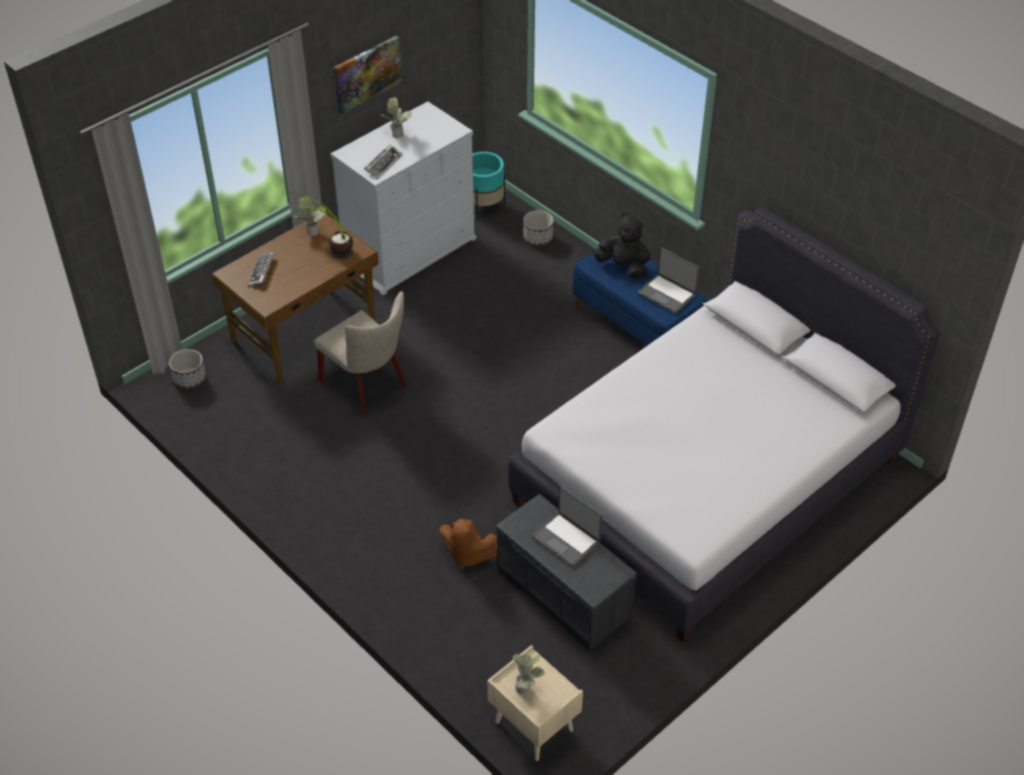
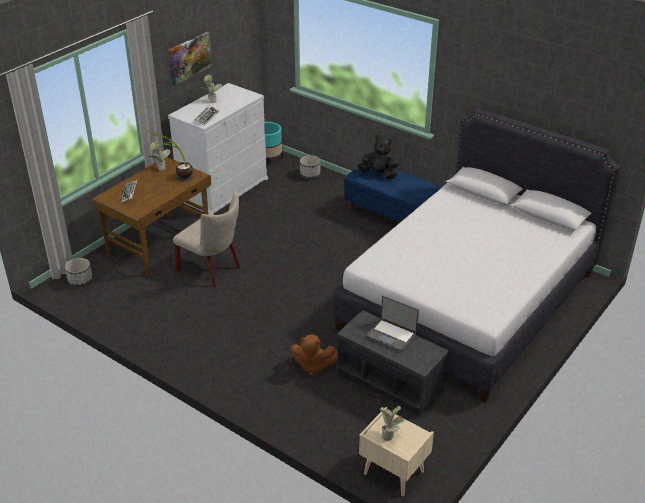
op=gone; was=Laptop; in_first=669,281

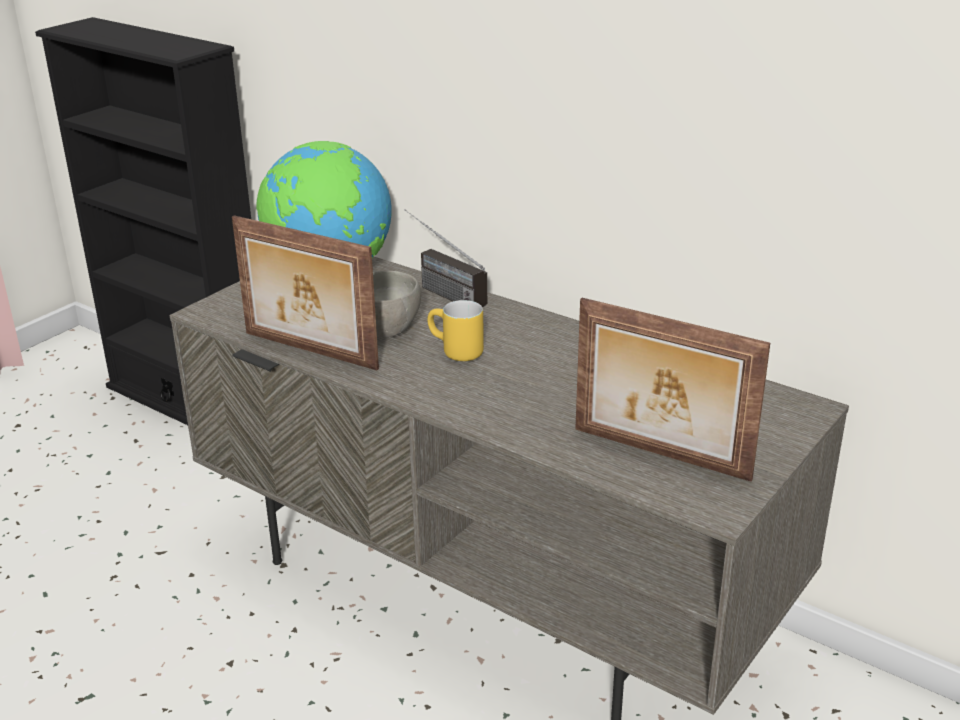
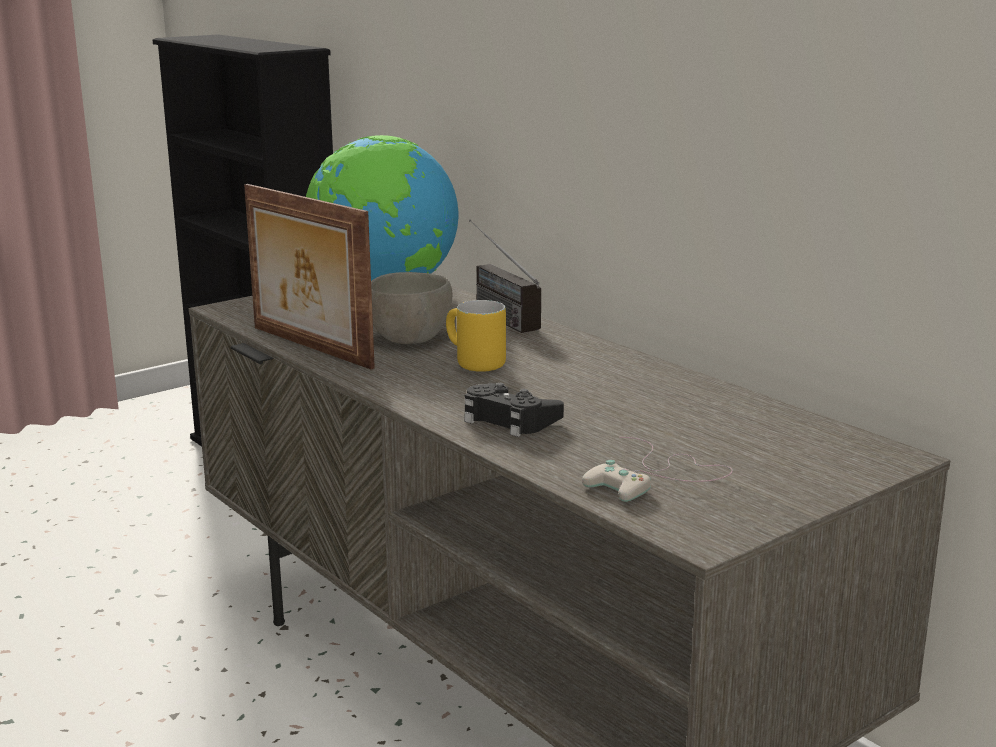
op=swapped; was=Bilderrahmen; now=Gamepad [weiß]; in_first=672,389; in_second=657,469
op=new; now=Gamepad [schwarz]; in_second=514,410

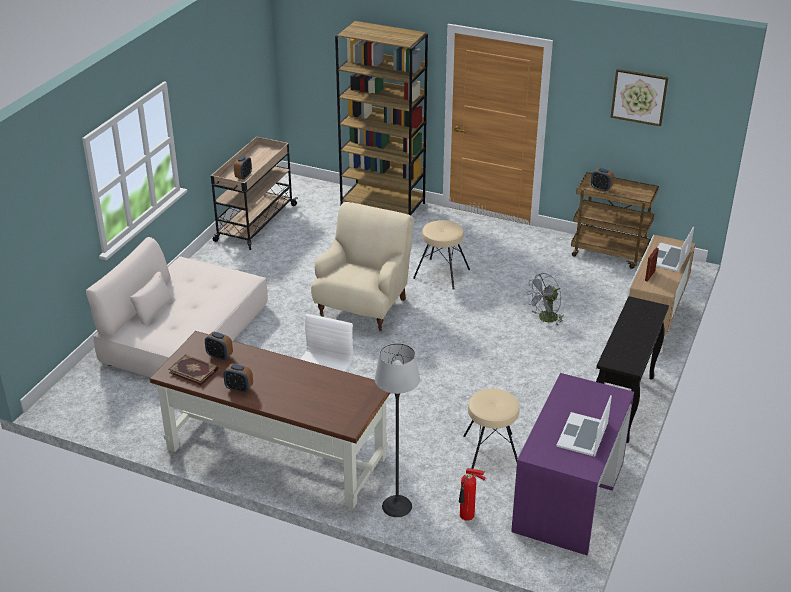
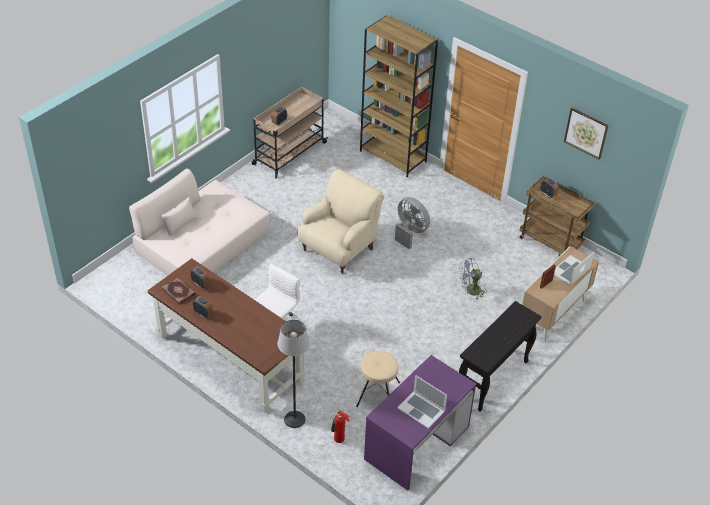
op=swapped; was=Hocker [beige]; now=Ventilator [grau]; in_first=441,255; in_second=412,223
op=rotated; was=Laptop; in_first=584,426; in_second=422,402; clockwise=-90

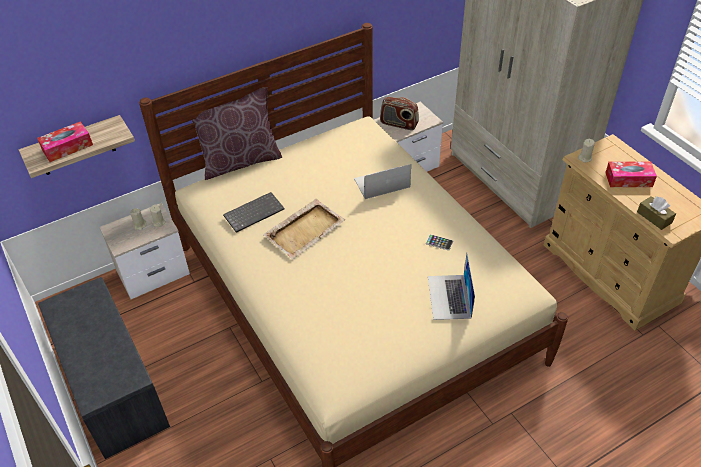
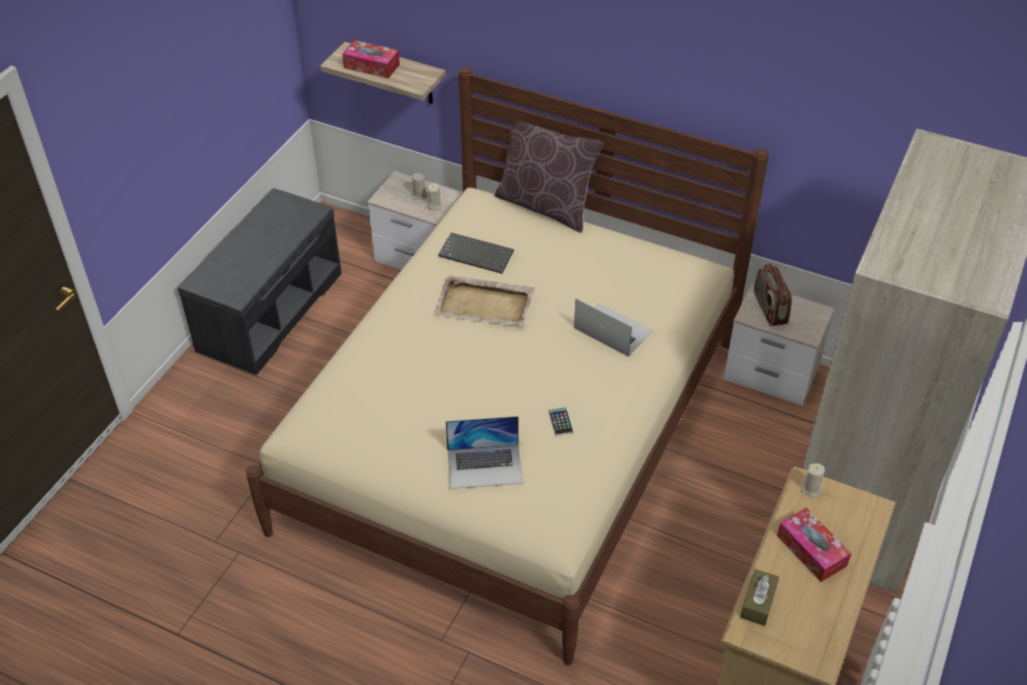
op=rotated; was=Laptop; in_first=451,287; in_second=484,452; clockwise=-150

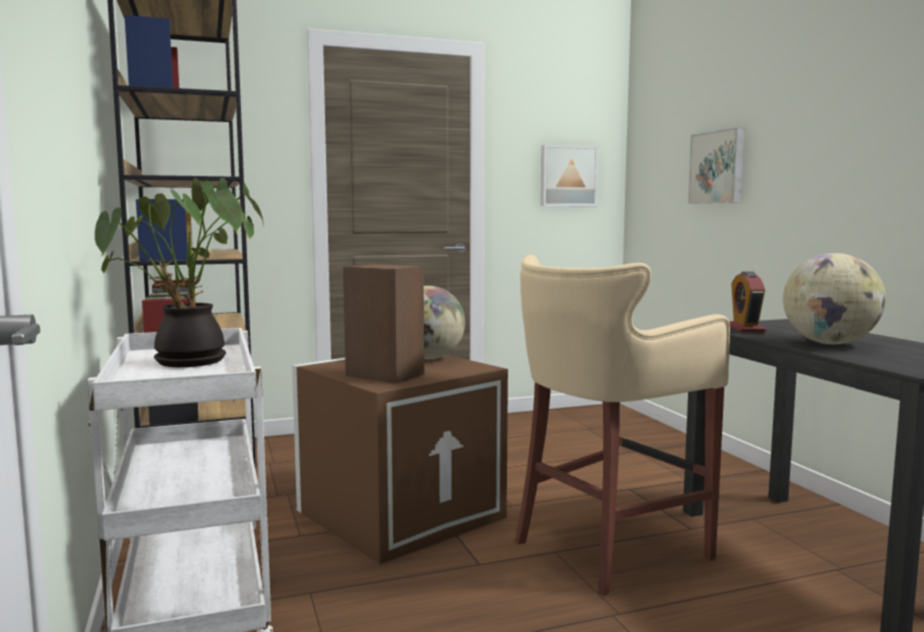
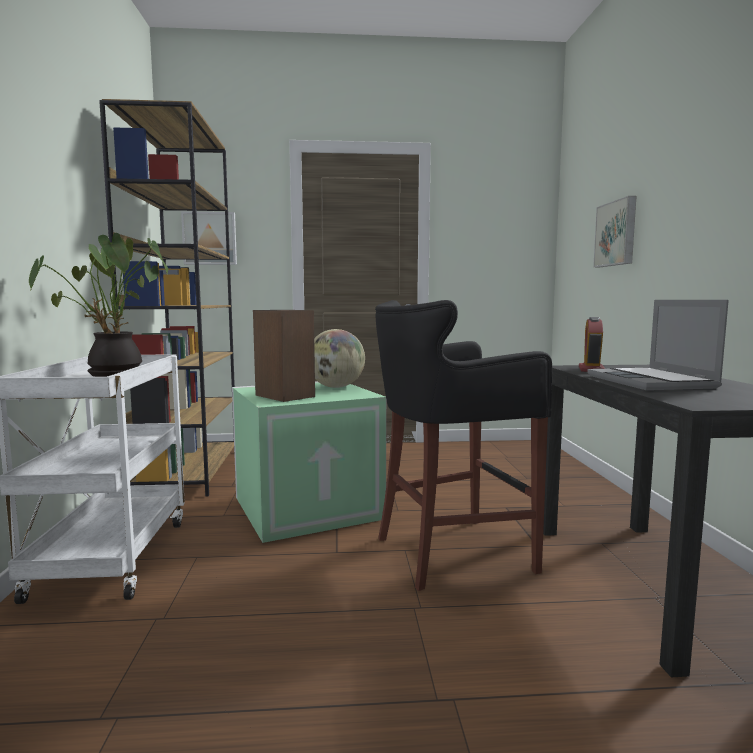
op=shifted; was=Bild; in_first=569,175; in_second=209,238
op=swapped; was=Globus; now=Laptop; in_first=834,299; in_second=658,345
op=repainted; was=Hocker [beige]; now=Hocker [schwarz]; in_first=622,425; in_second=463,445
op=repainted; was=Aufbewahrungsbox [braun]; now=Aufbewahrungsbox [grün]; in_first=400,459; in_second=309,462

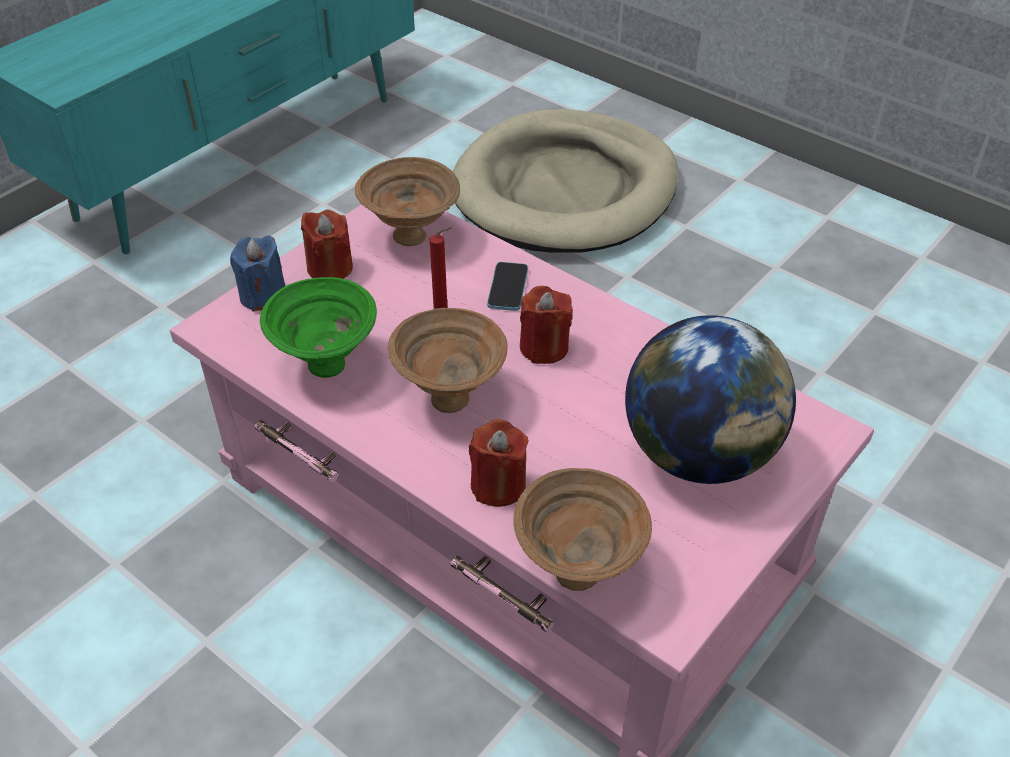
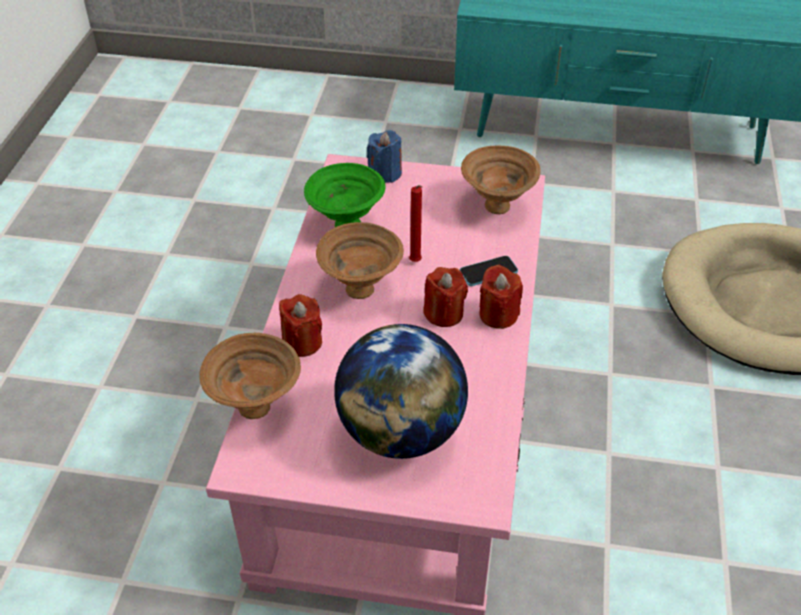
op=shifted; was=Kerze [rot]; in_first=327,244; in_second=501,297

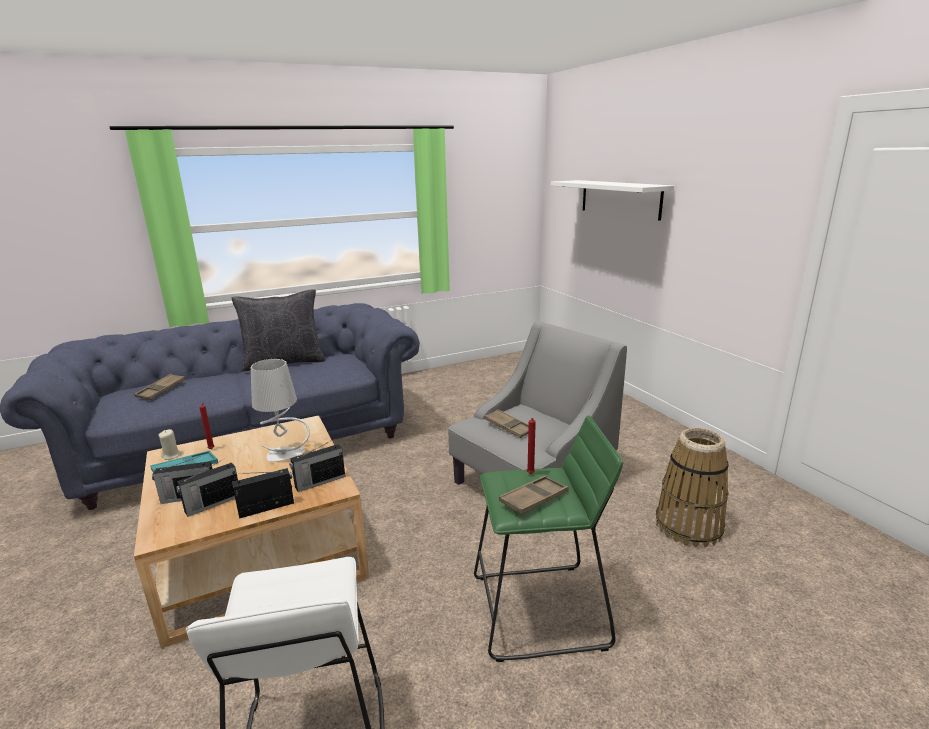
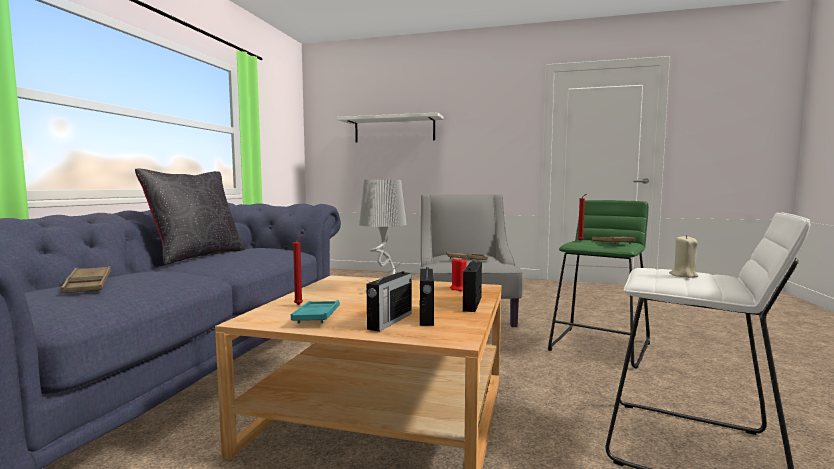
op=gone; was=Korb; in_first=692,488
op=shifted; was=Kerze [beige]; in_first=170,444; in_second=683,256
op=swapped; was=Radio; now=Kerze [rot]; in_first=317,466; in_second=458,274

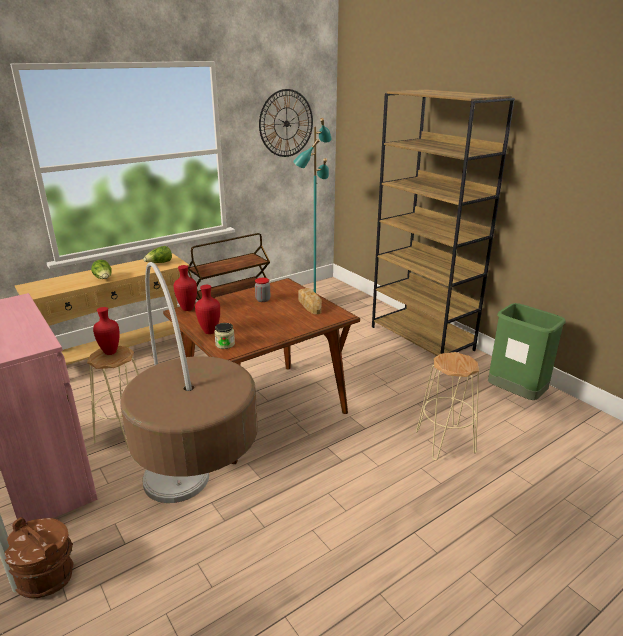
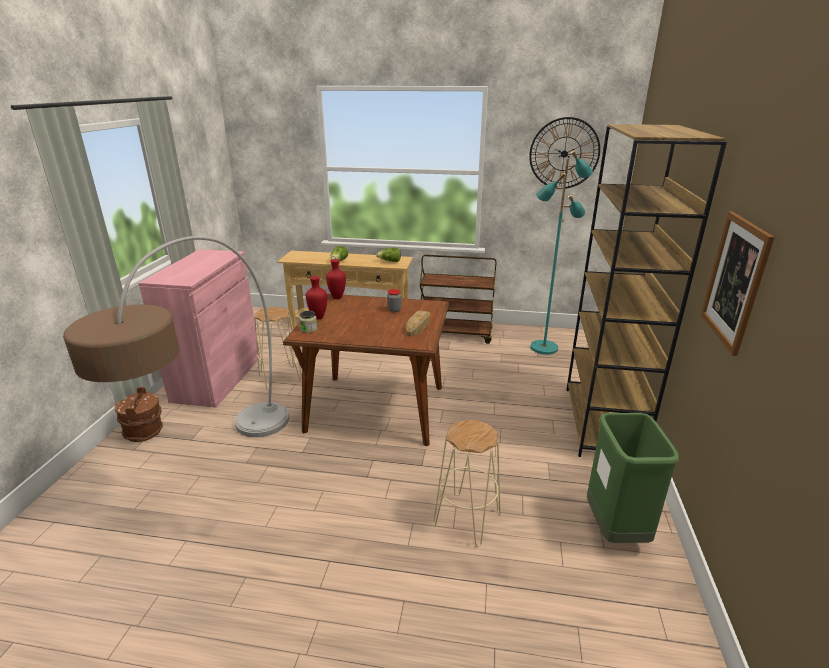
op=gone; was=Vase [rot]; in_first=106,331
op=new; now=Bild; in_second=738,284

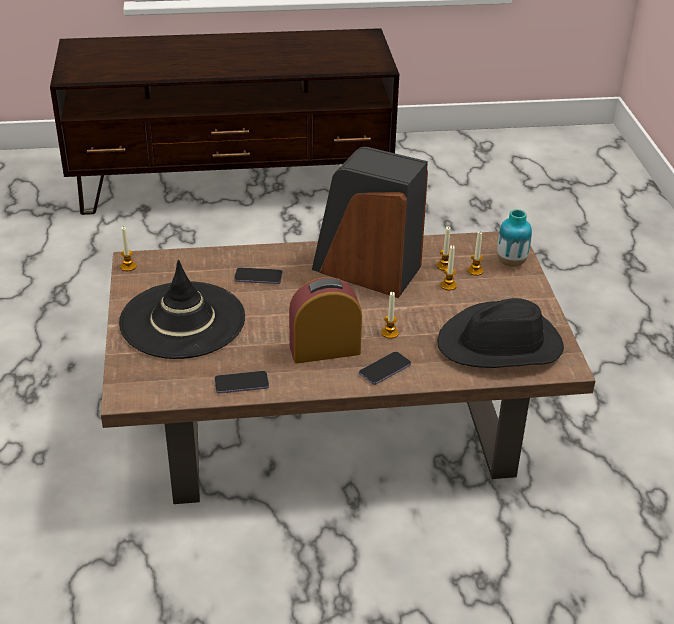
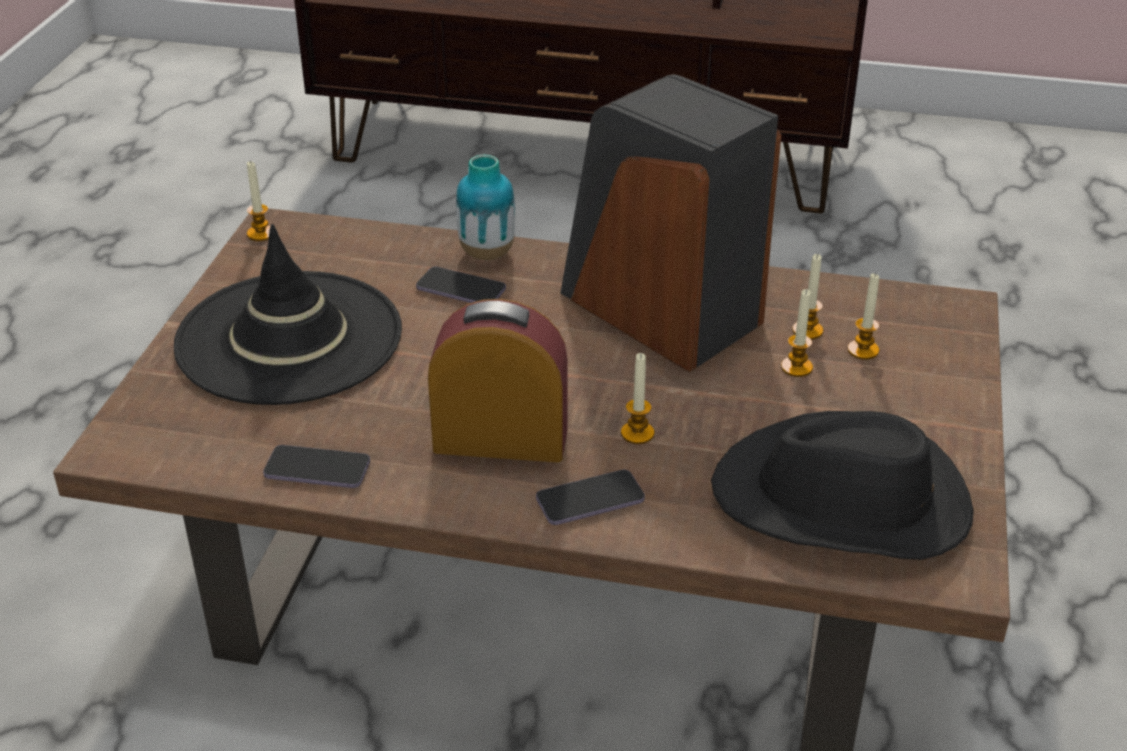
op=shifted; was=Vase; in_first=514,238; in_second=485,207

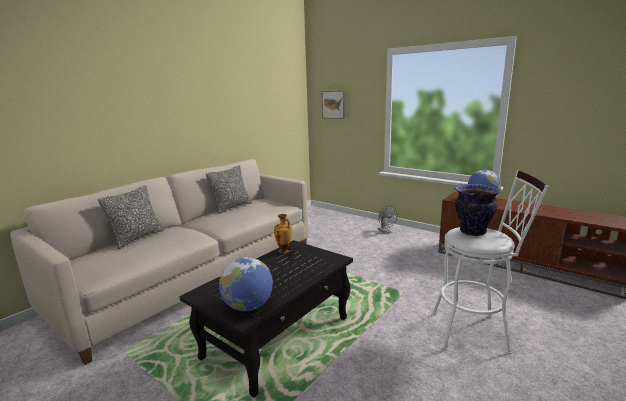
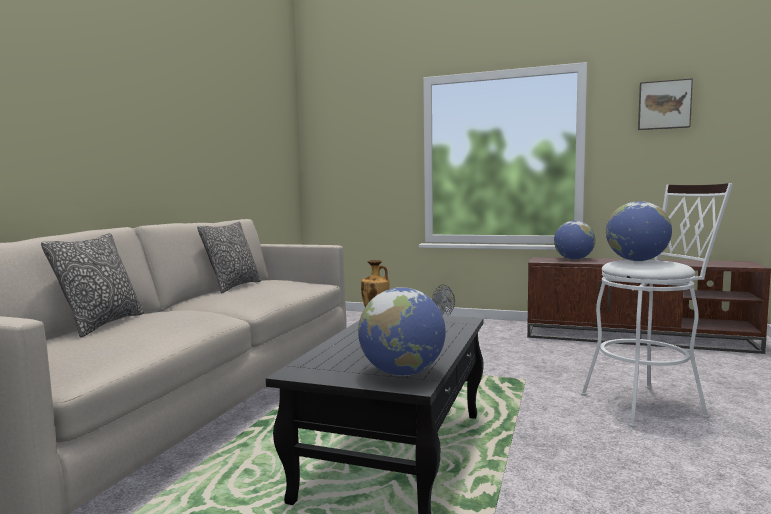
op=shifted; was=Bild; in_first=334,105; in_second=665,104
op=swapped; was=Vase; now=Globus; in_first=477,210; in_second=639,231

